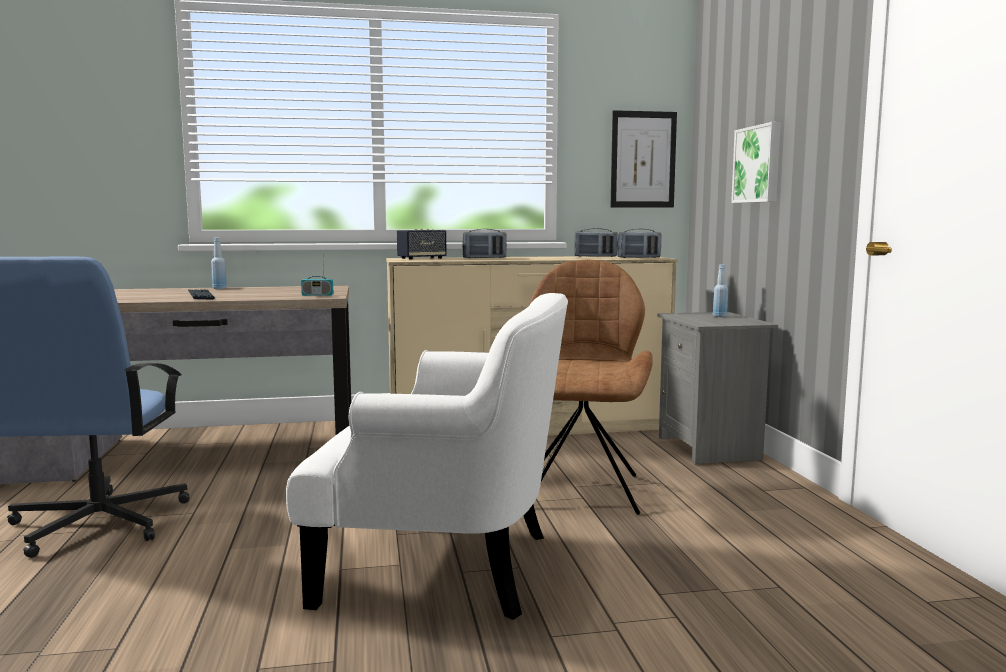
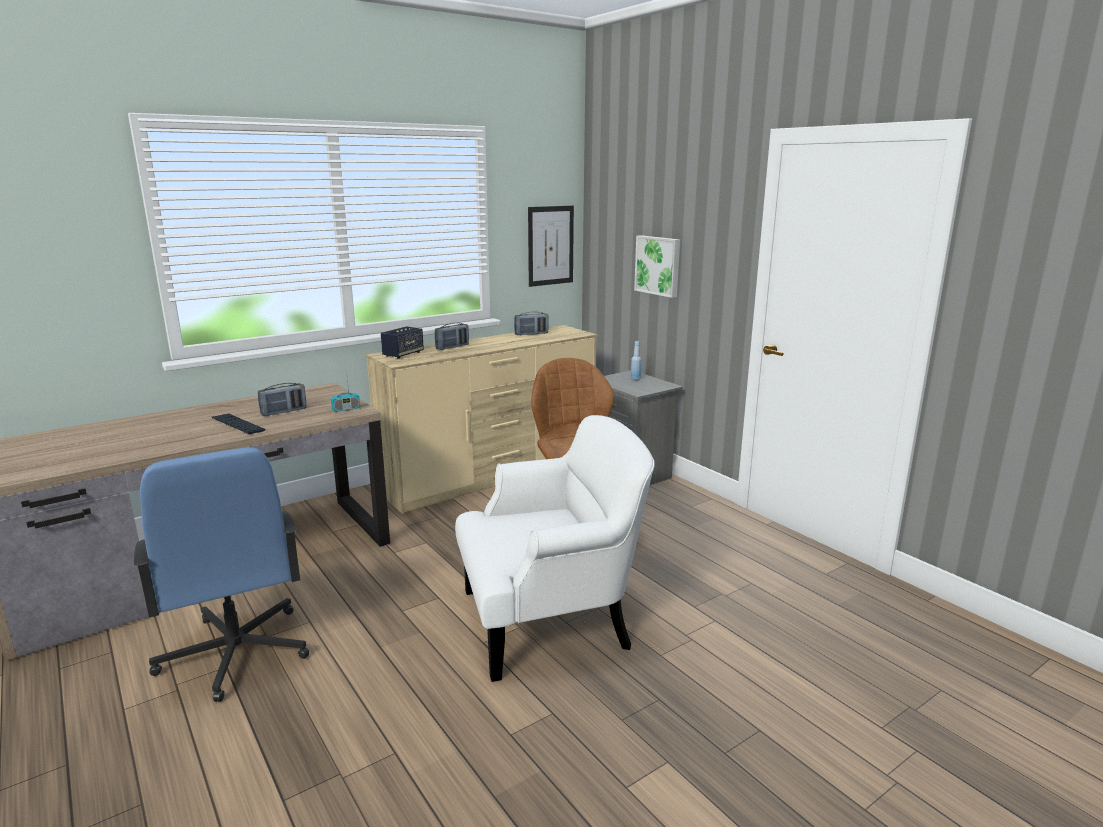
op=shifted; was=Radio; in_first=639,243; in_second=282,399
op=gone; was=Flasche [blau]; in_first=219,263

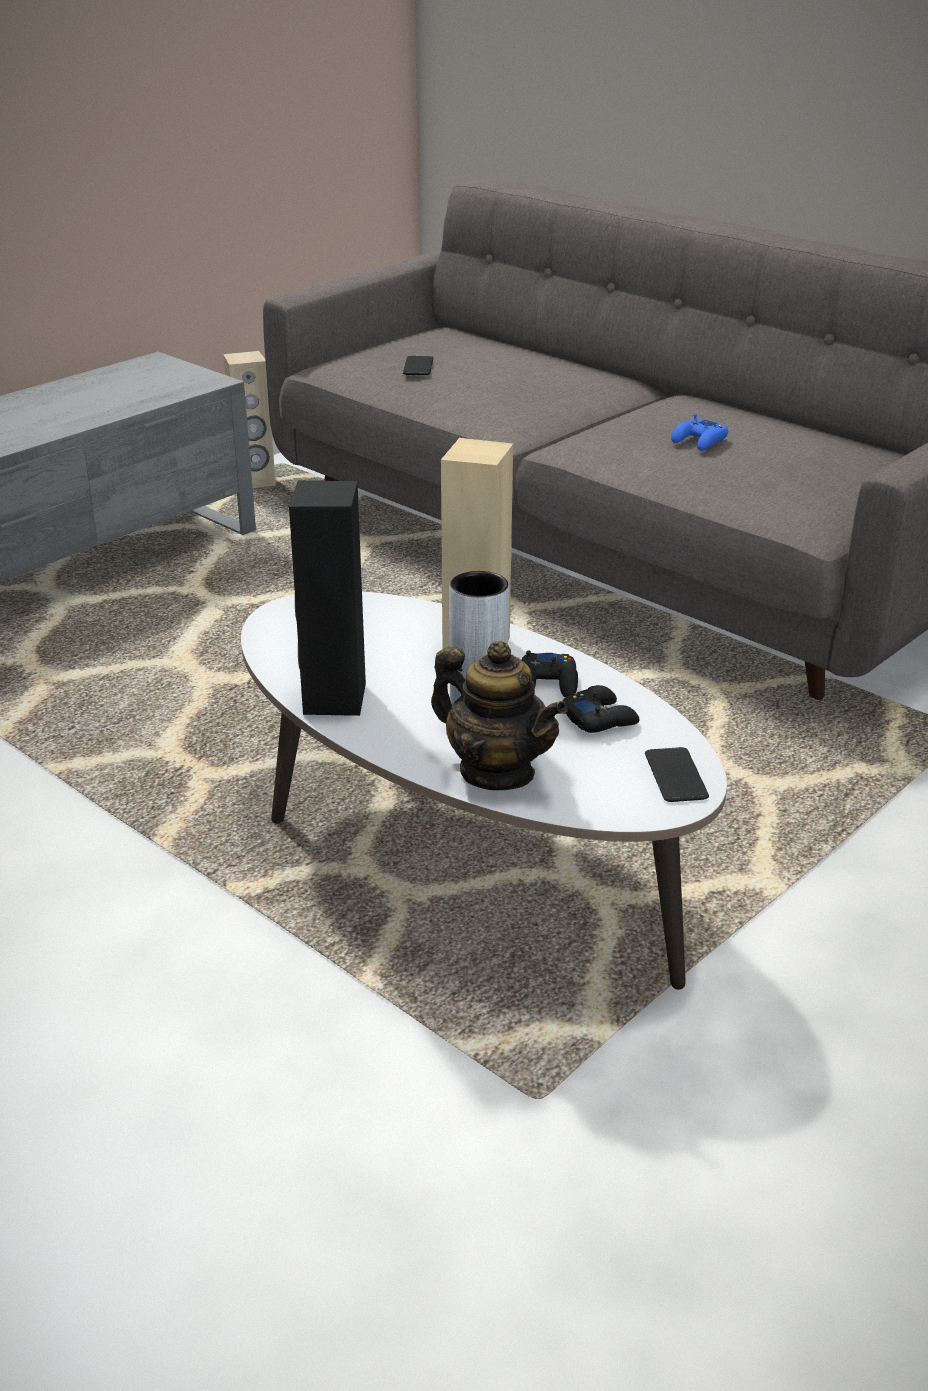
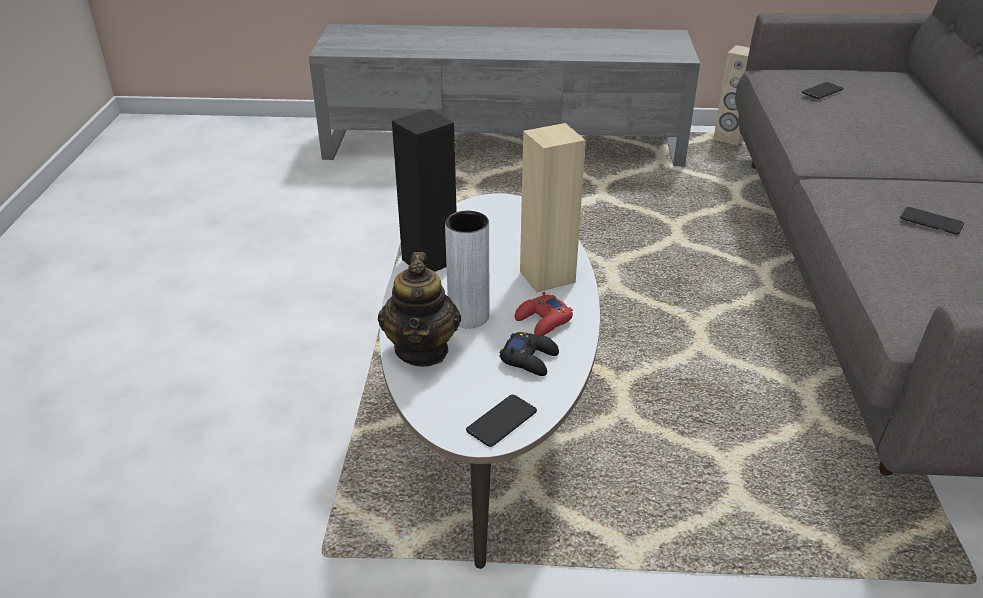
op=swapped; was=Gamepad [blau]; now=Handy; in_first=699,432; in_second=932,221
op=repainted; was=Gamepad [schwarz]; now=Gamepad [rot]; in_first=550,673; in_second=544,314

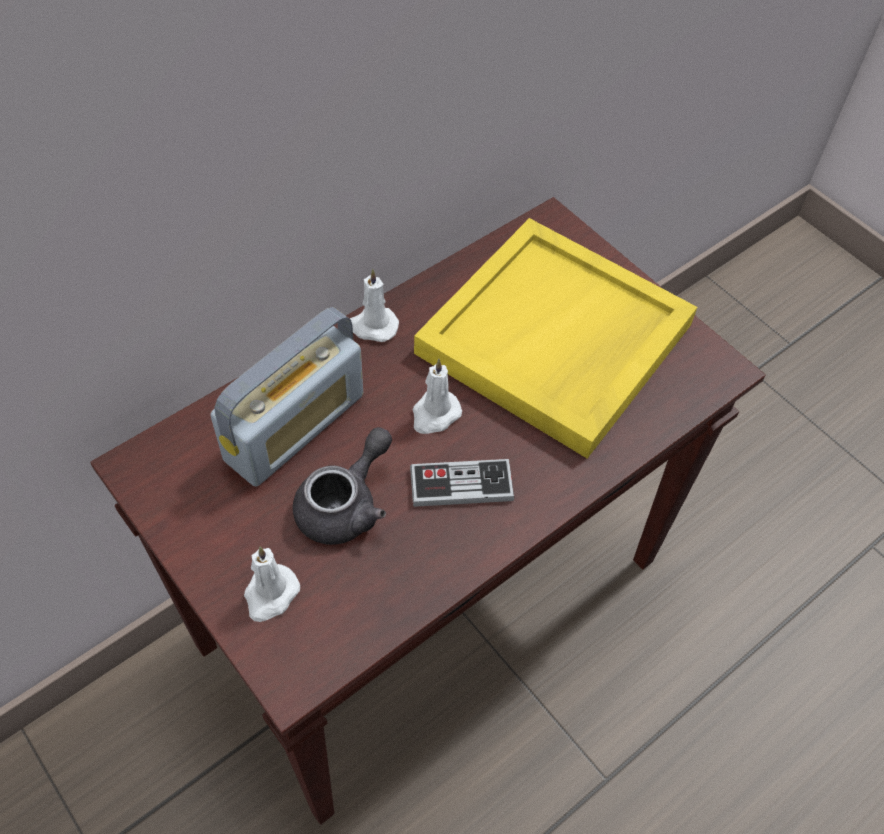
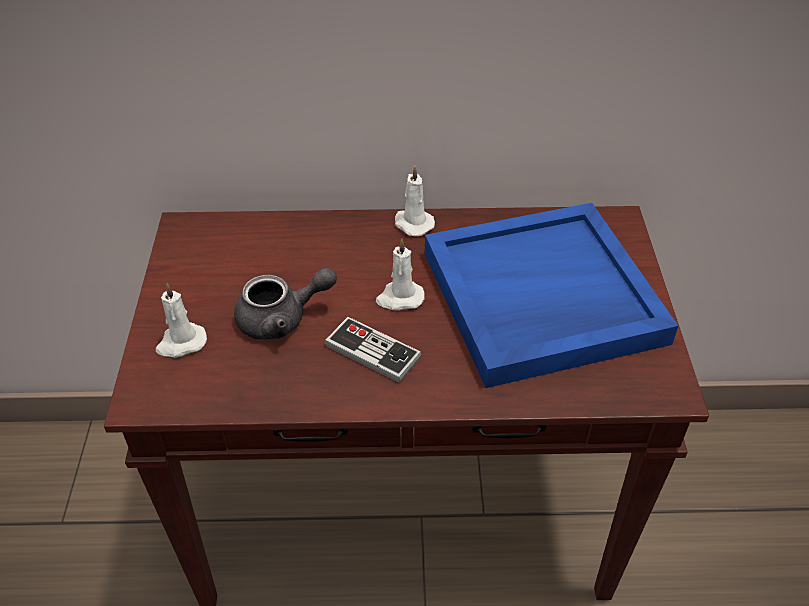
op=repainted; was=Tablett [gelb]; now=Tablett [blau]; in_first=555,338; in_second=551,295
op=gone; was=Radio; in_first=286,397

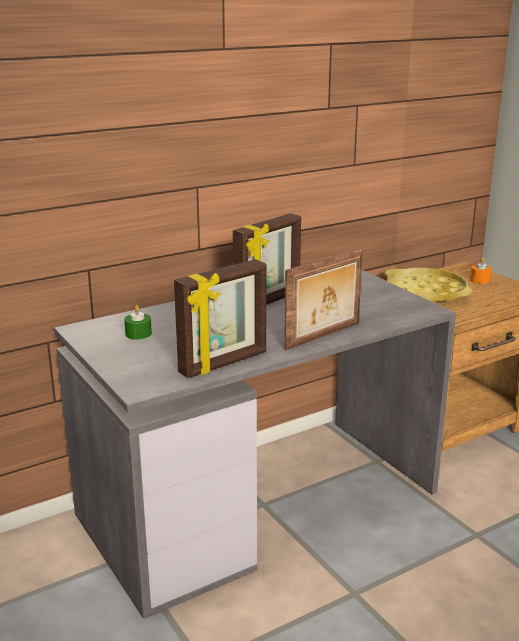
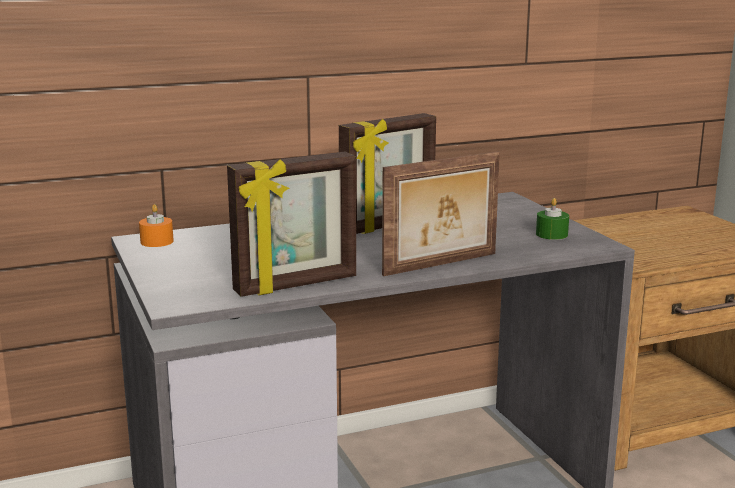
op=shifted; was=Kerze [orange]; in_first=481,270; in_second=156,225
op=gone; was=Tablett [gelb]; in_first=428,285
op=shifted; was=Kerze [grün]; in_first=138,322; in_second=552,219

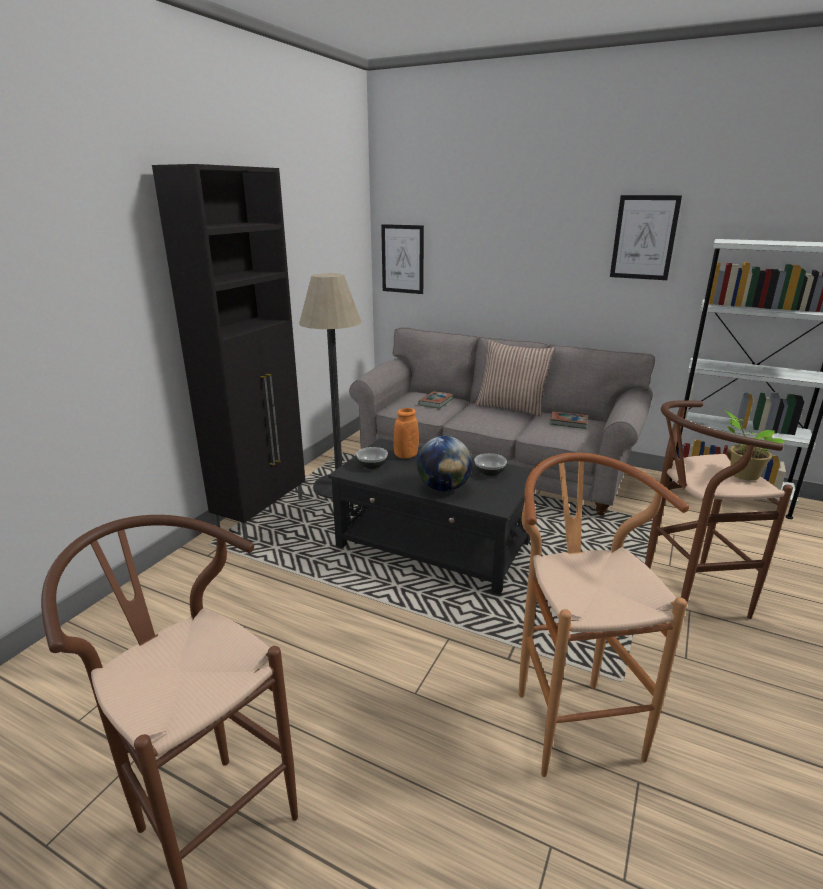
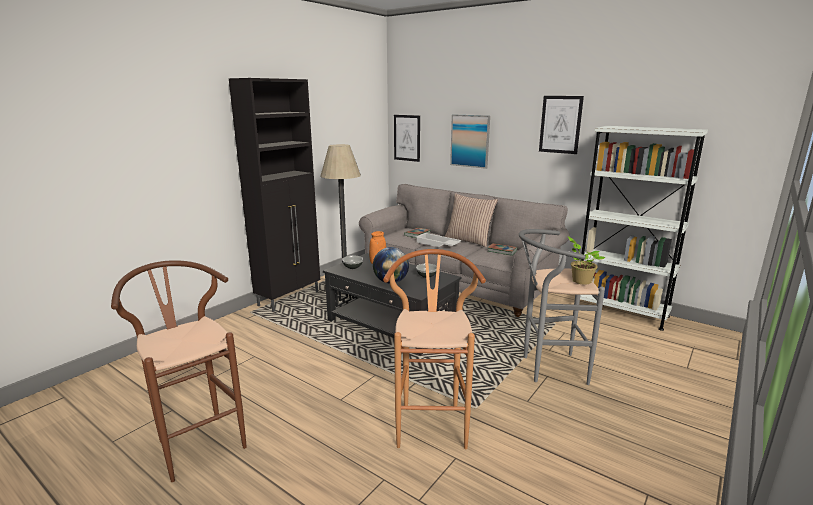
op=repainted; was=Hocker [braun]; now=Hocker [grau]; in_first=719,509; in_second=562,307
op=new; now=Bild; in_second=470,141
op=new; now=Tablett [weiß]; in_second=439,240

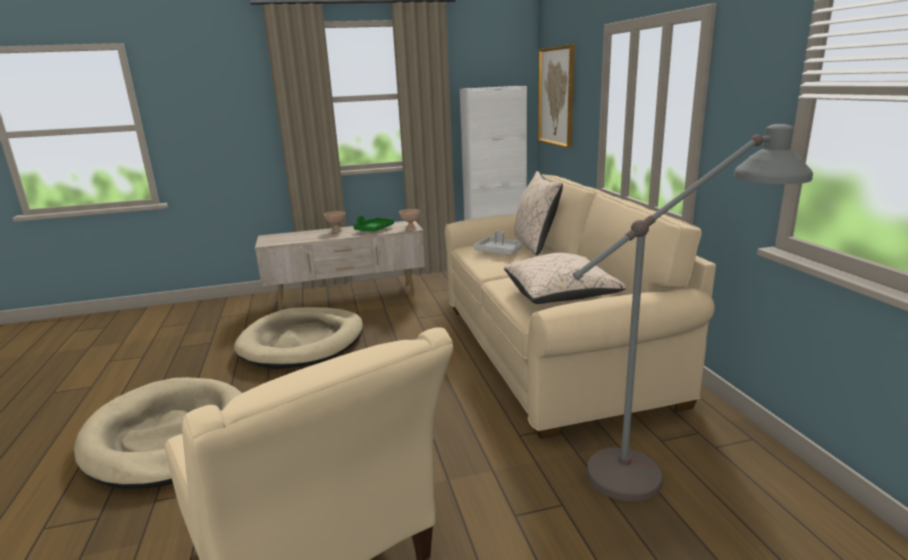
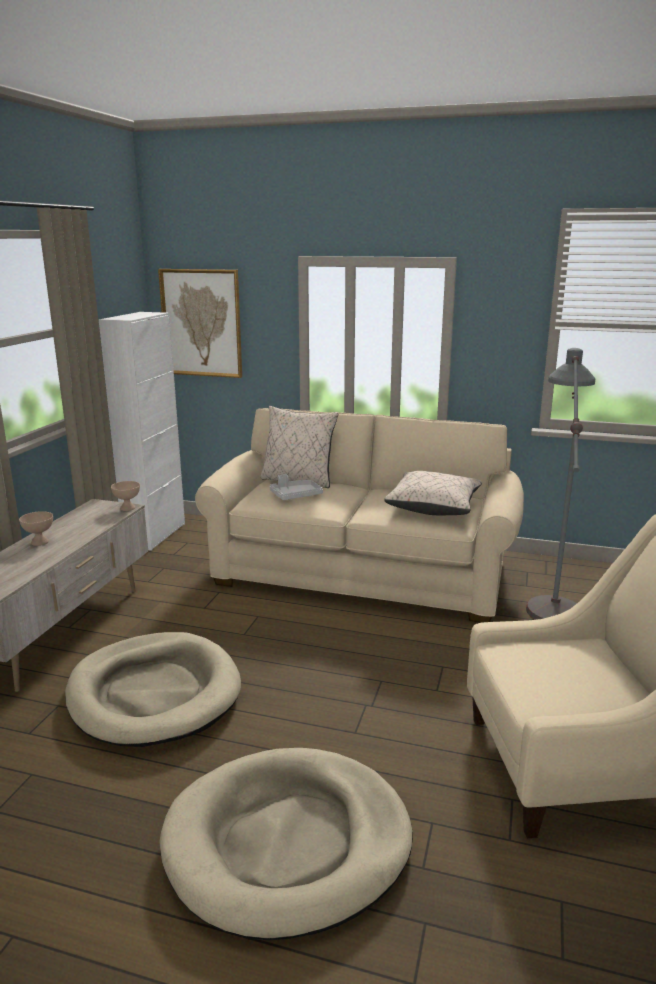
op=gone; was=Tablett [grün]; in_first=373,224

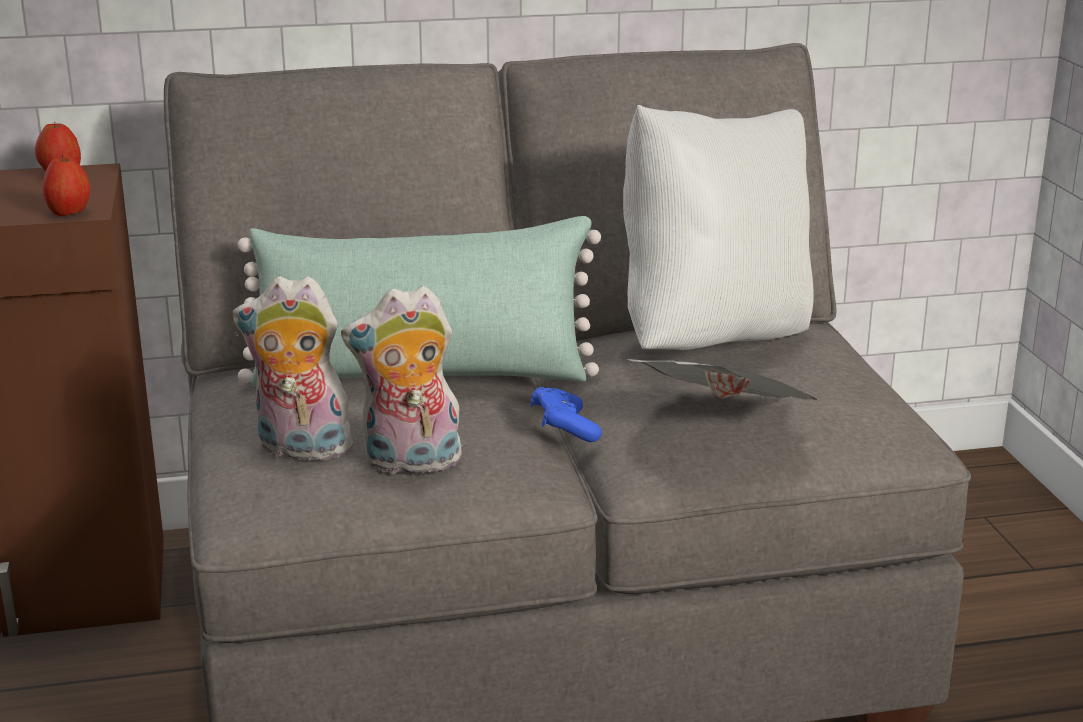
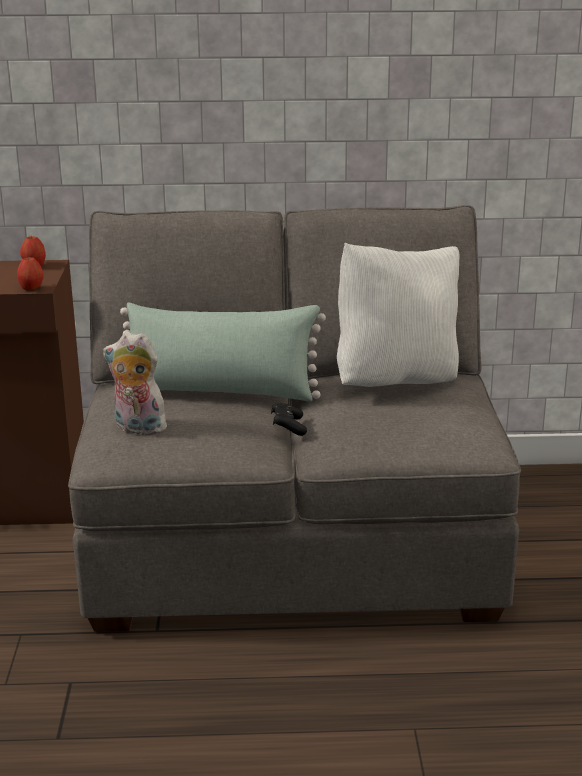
op=gone; was=Plüschtier; in_first=401,381
op=gone; was=Zeitung; in_first=721,379
op=repainted; was=Gamepad [blau]; now=Gamepad [schwarz]; in_first=566,414; in_second=289,419

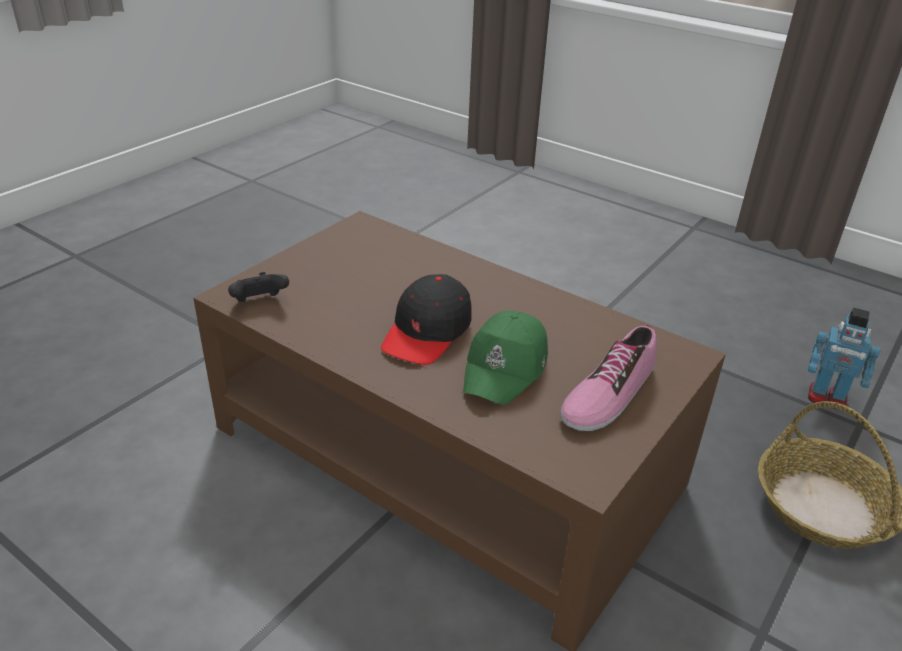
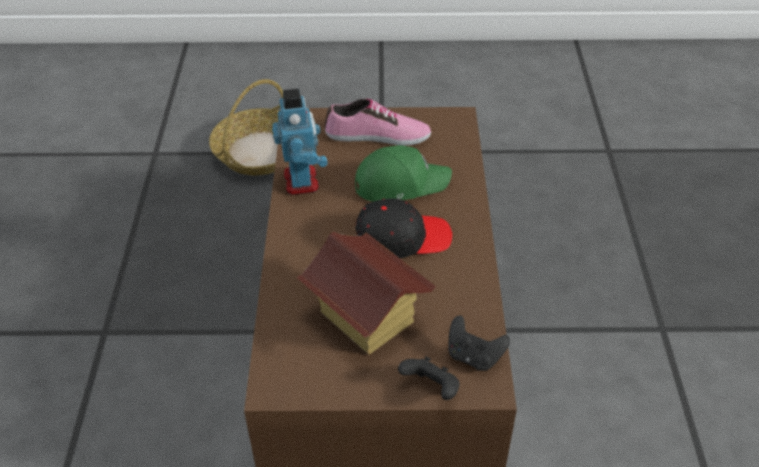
op=shifted; was=Spielzeugroboter; in_first=844,359; in_second=300,142
op=new; now=Spielzeughaus; in_second=366,293
op=new; now=Gamepad [schwarz]; in_second=428,378

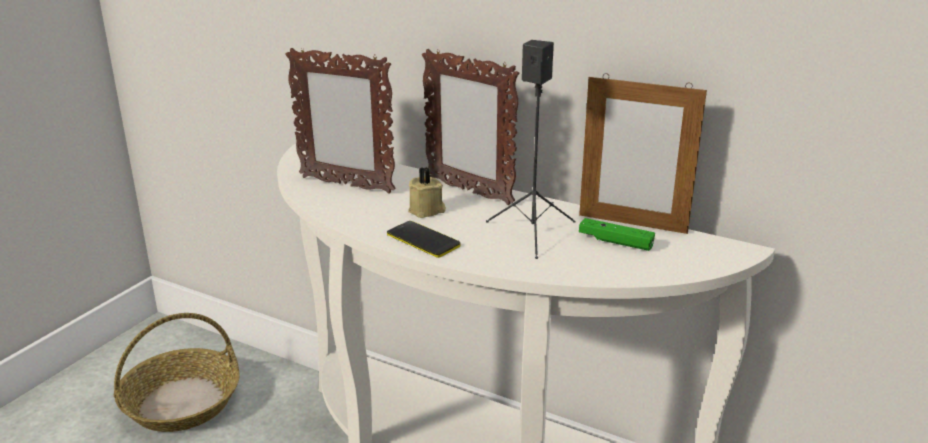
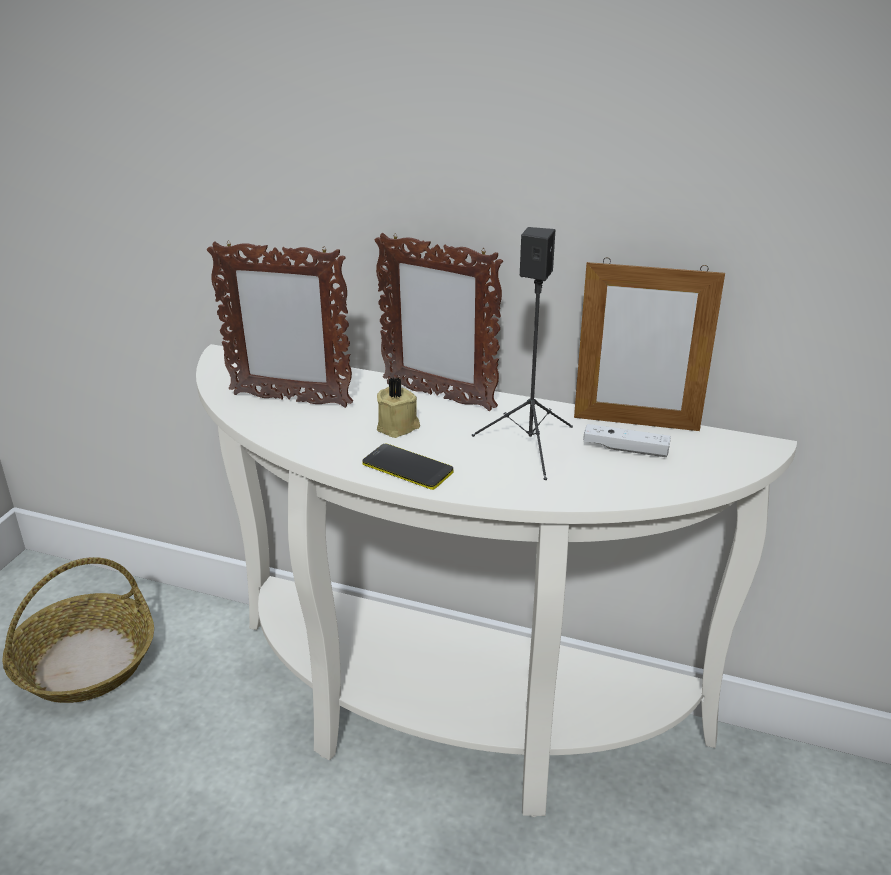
op=repainted; was=Gamepad [grün]; now=Gamepad [weiß]; in_first=617,234; in_second=627,440

